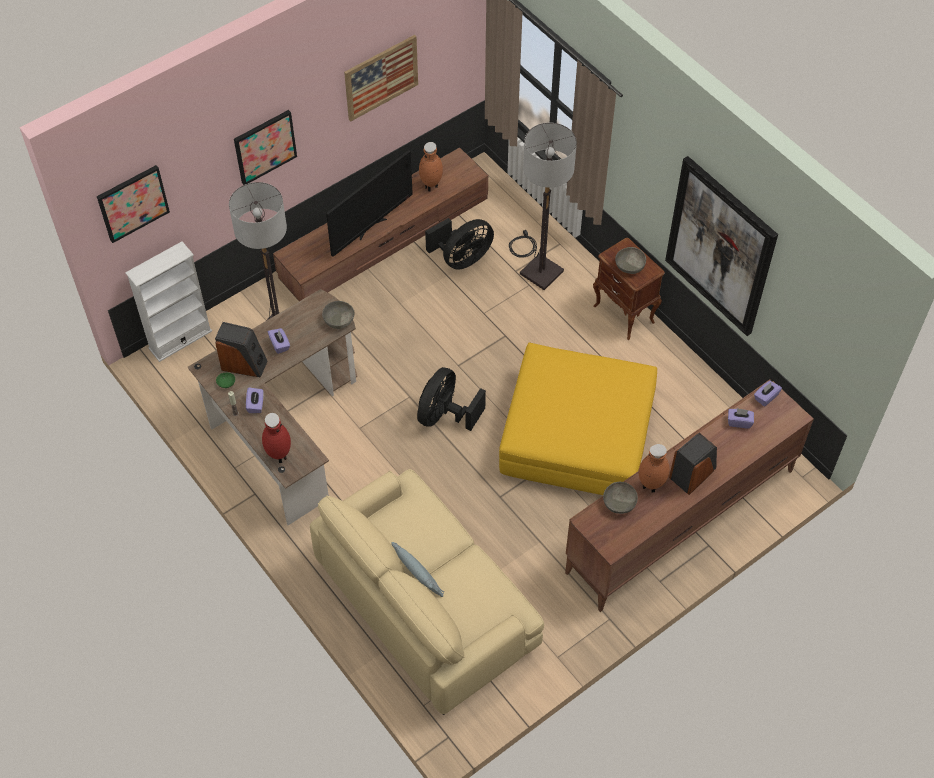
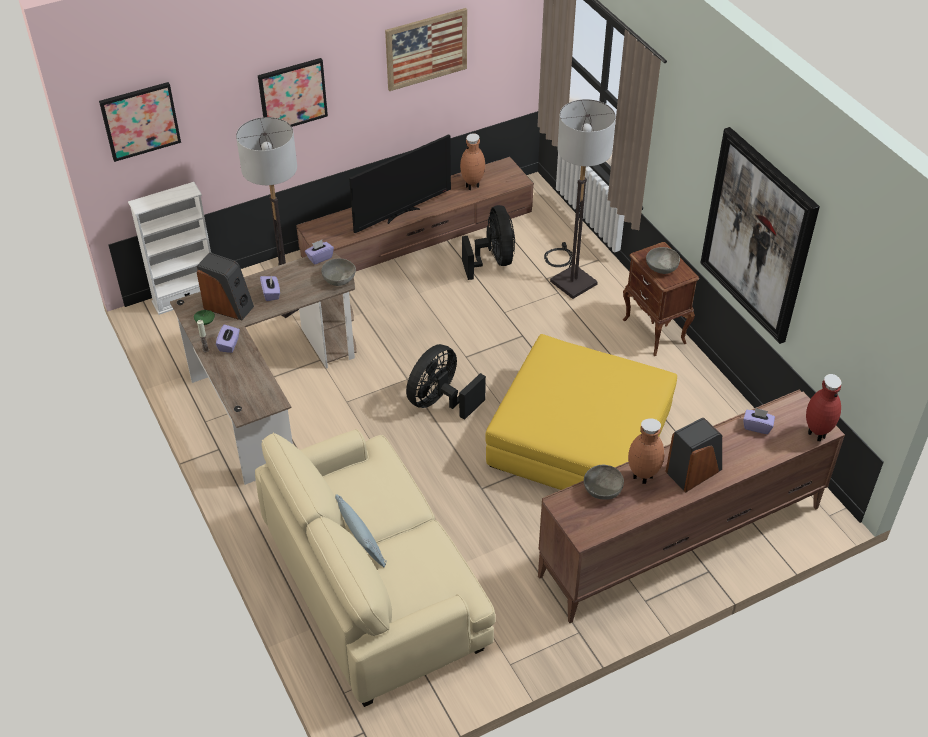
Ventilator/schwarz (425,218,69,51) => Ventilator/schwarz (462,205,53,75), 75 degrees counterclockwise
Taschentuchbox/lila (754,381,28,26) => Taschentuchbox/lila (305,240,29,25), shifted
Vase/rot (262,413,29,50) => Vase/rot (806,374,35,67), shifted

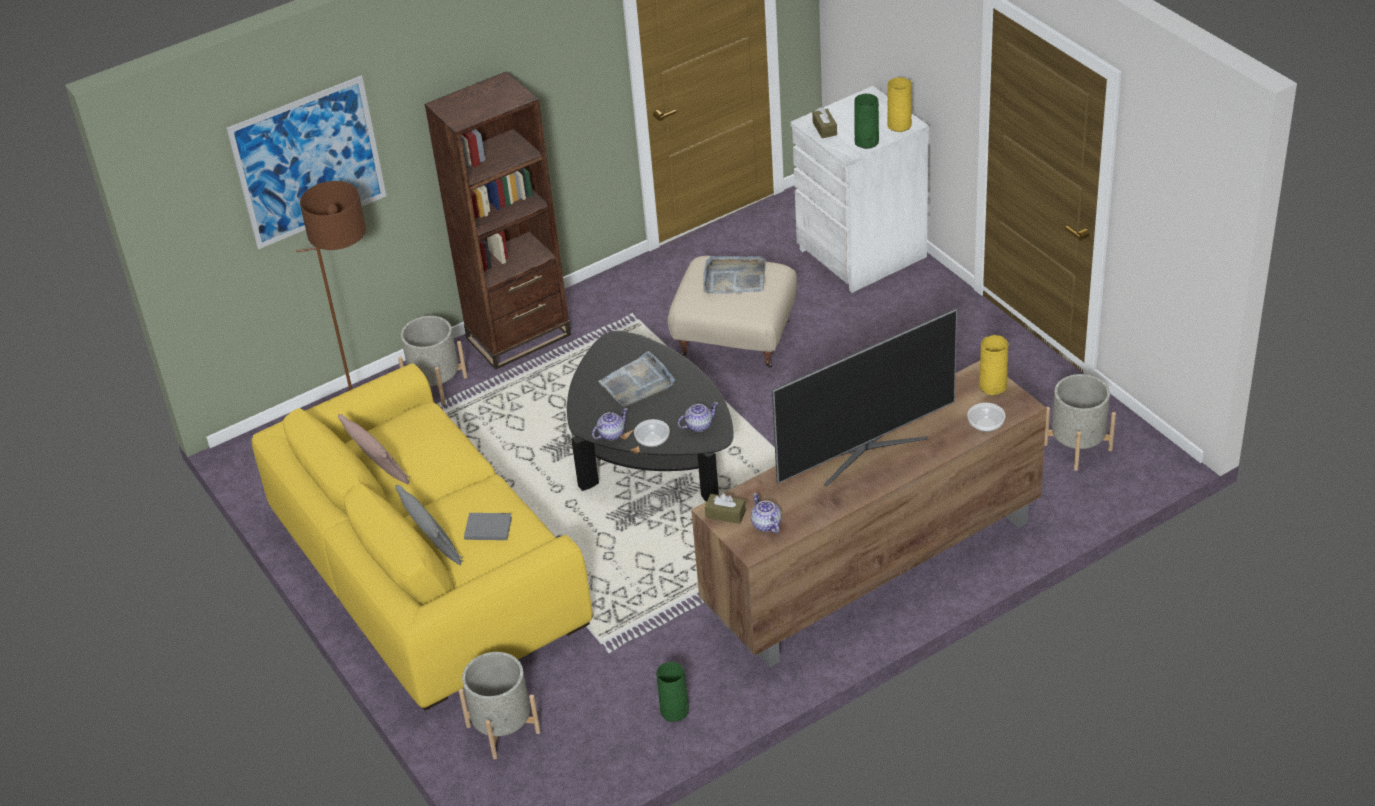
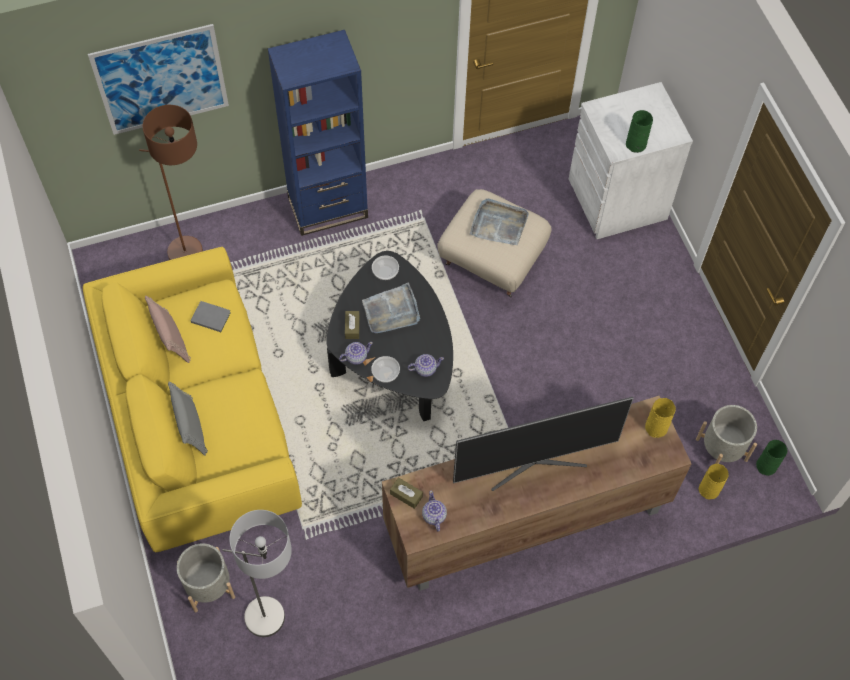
Bücherregal/braun (425,71,146,299) => Bücherregal/blau (268,30,100,206)
Vase/gelb (887,77,25,55) => Vase/gelb (699,464,30,36), shifted
Taschentuchbox/braun (812,107,25,31) => Taschentuchbox/braun (345,311,15,28), shifted
Pflanzkübel/grau (398,316,69,89) => nothing
Schüssel (967,403,39,29) => Schüssel (372,255,27,25), shifted
Buch/grau (464,513,48,27) => Buch/grau (191,301,40,31), shifted
Vase/grün (656,662,33,60) => Vase/grün (756,440,31,36), shifted
nothing => Stehlampe/grau (222,510,70,127)

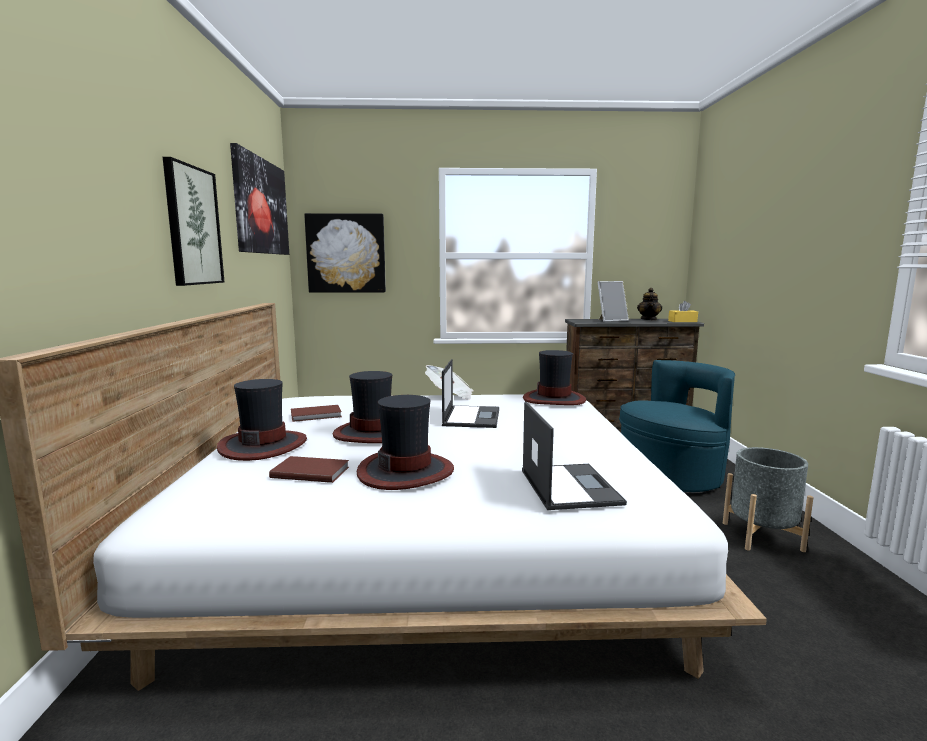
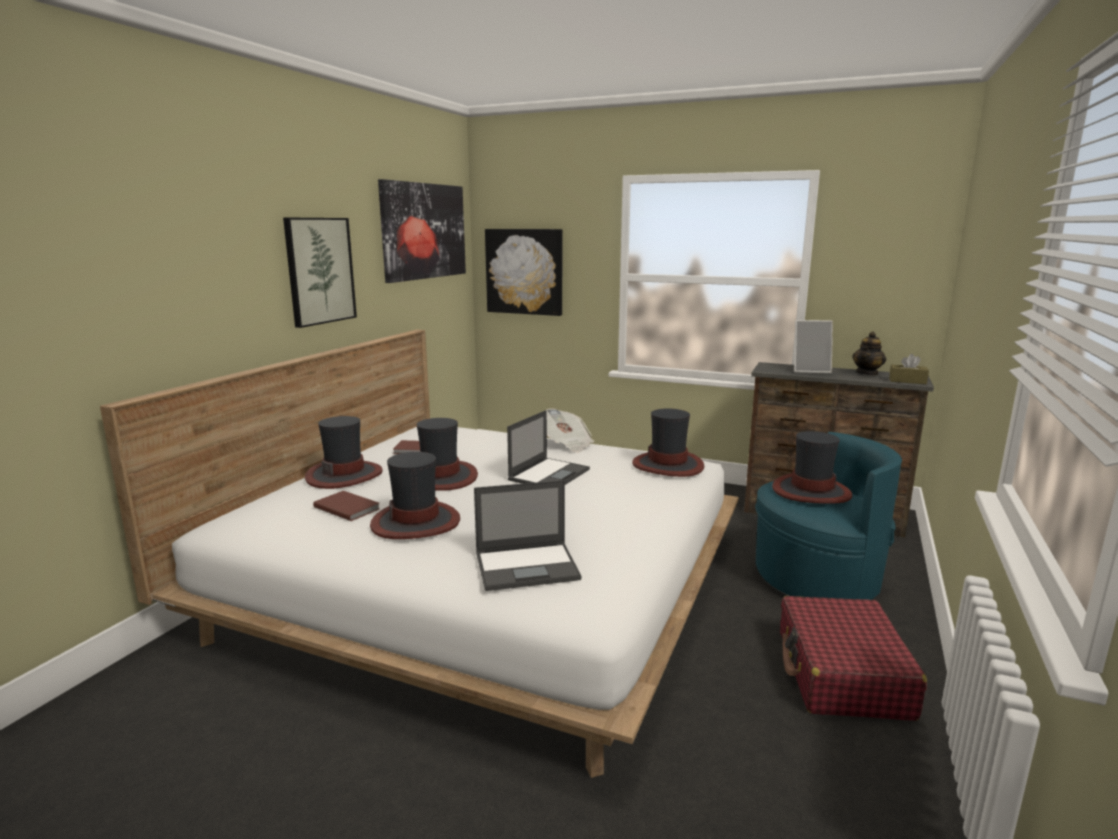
Taschentuchbox/gelb (668,301,30,21) => Taschentuchbox/braun (889,354,40,30)
Laptop (522,401,105,109) => Laptop (474,480,108,111), 60 degrees clockwise
Pflanzkübel/grau (723,447,91,105) => Koffer/rot (780,596,147,125)
nothing => Hut (772,431,80,73)

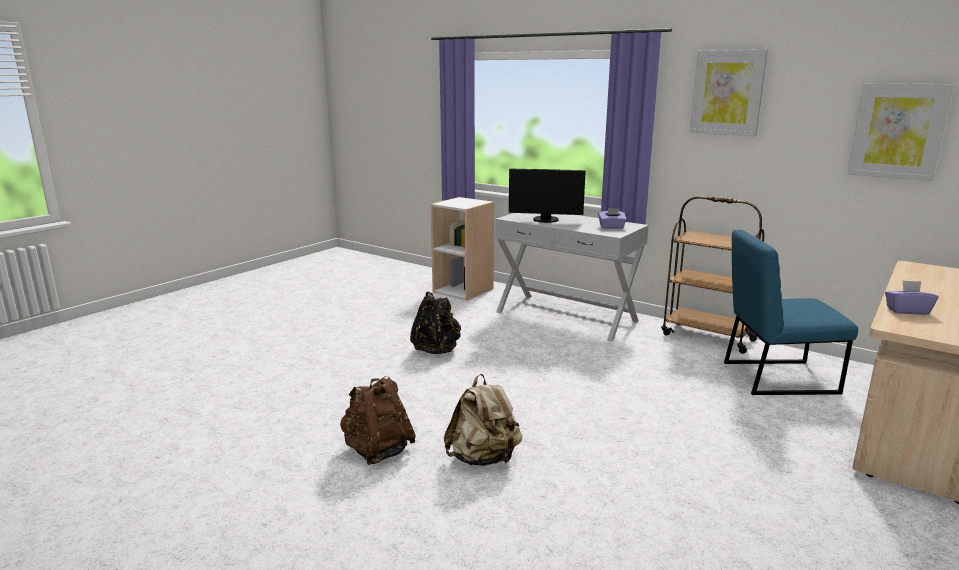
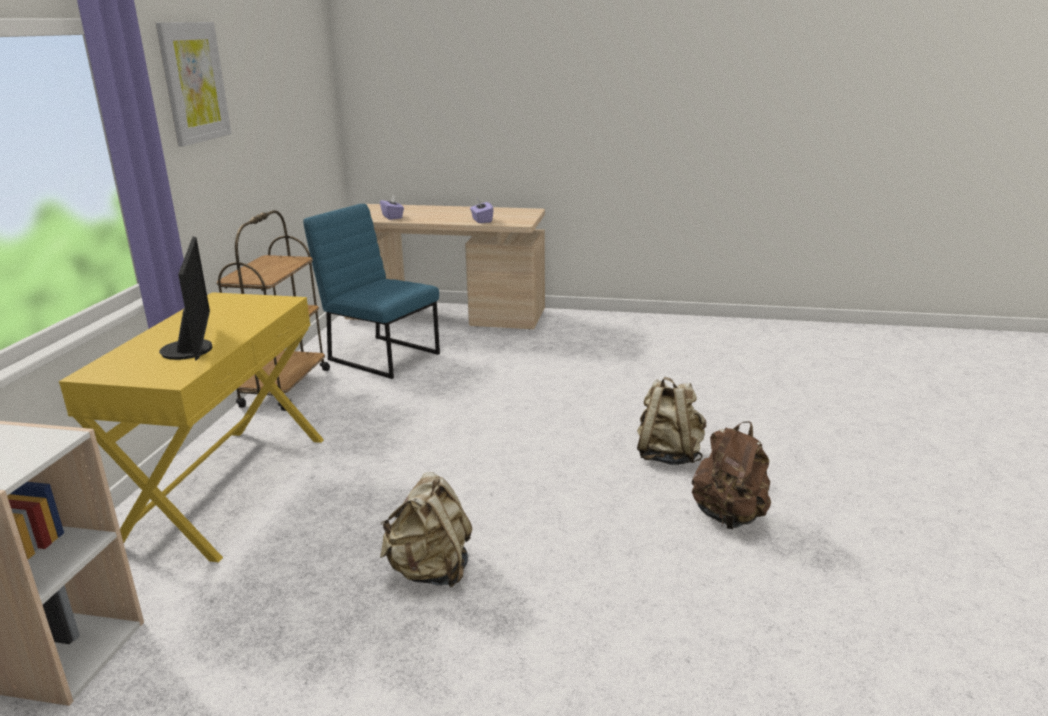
Bild (847,83,107,98) => nothing
Taschentuchbox/lila (598,208,29,21) => Taschentuchbox/lila (380,195,24,25), shifted
Konsolentisch/weiß (495,213,154,128) => Konsolentisch/gelb (59,292,265,270)
Stuhl/blau (724,230,134,165) => Stuhl/blau (303,204,137,175), 150 degrees clockwise
Rucksack/schwarz (410,291,51,63) => Rucksack/beige (380,472,92,116)

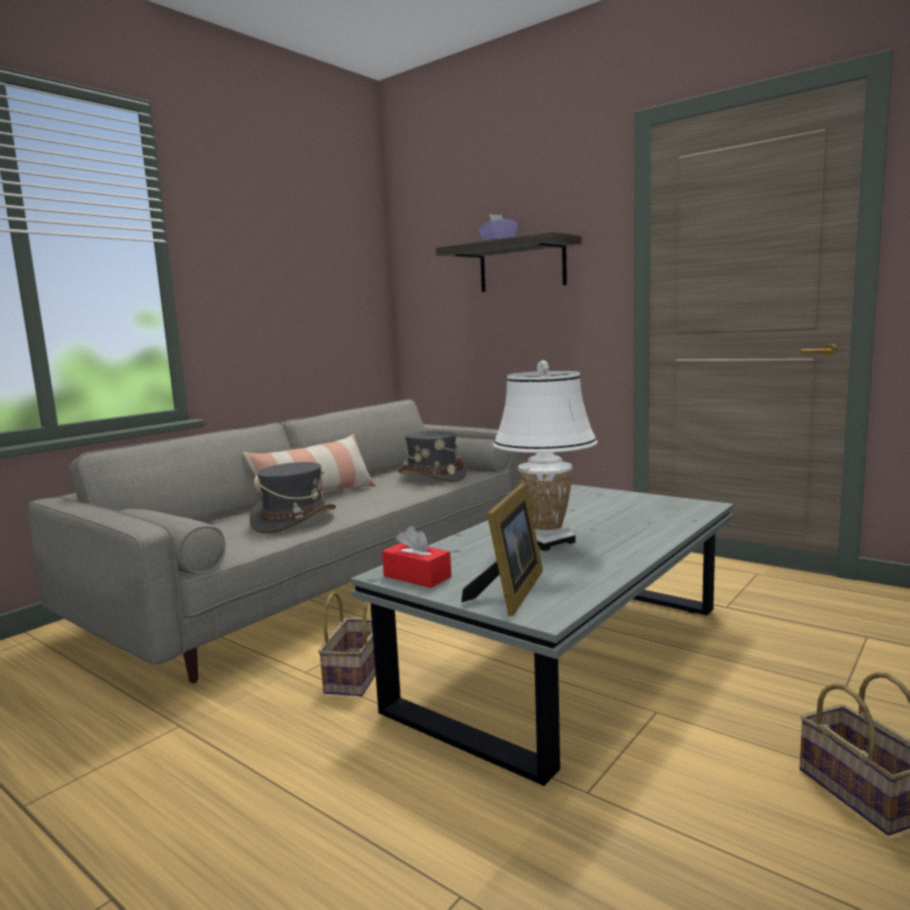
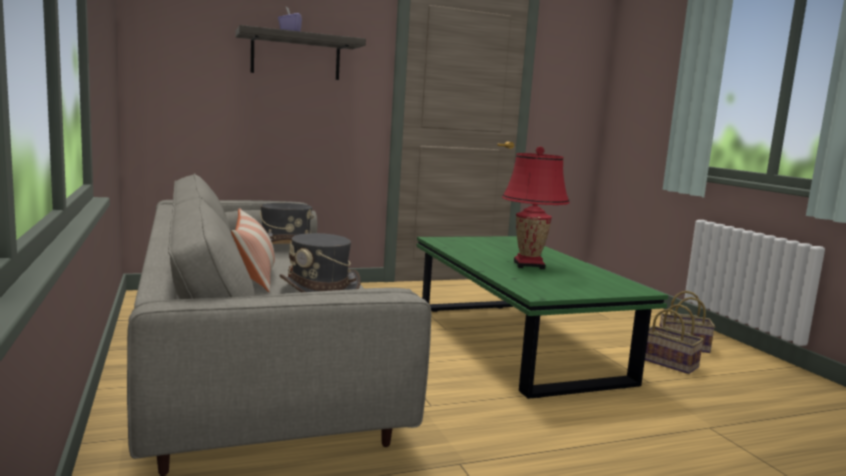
Tischlampe/weiß (493,361,104,190) => Tischlampe/rot (502,146,68,123)
Bilderrahmen (461,483,82,133) => nothing
Couchtisch/grau (351,484,383,302) => Couchtisch/grün (416,236,252,163)
Taschentuchbox/rot (382,526,69,62) => nothing
Korb (318,592,58,104) => Korb (645,304,59,70), shifted

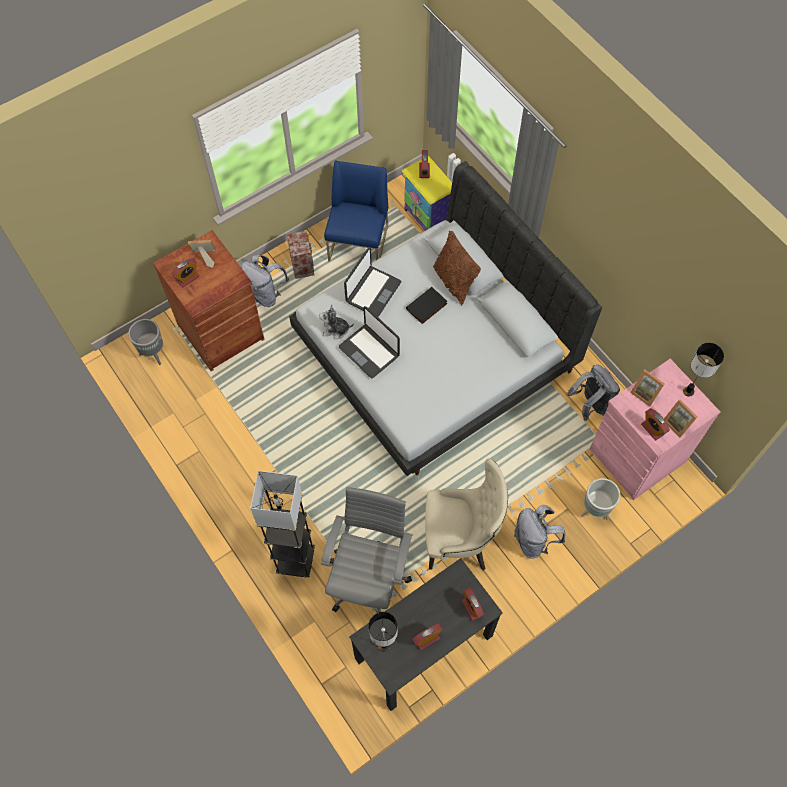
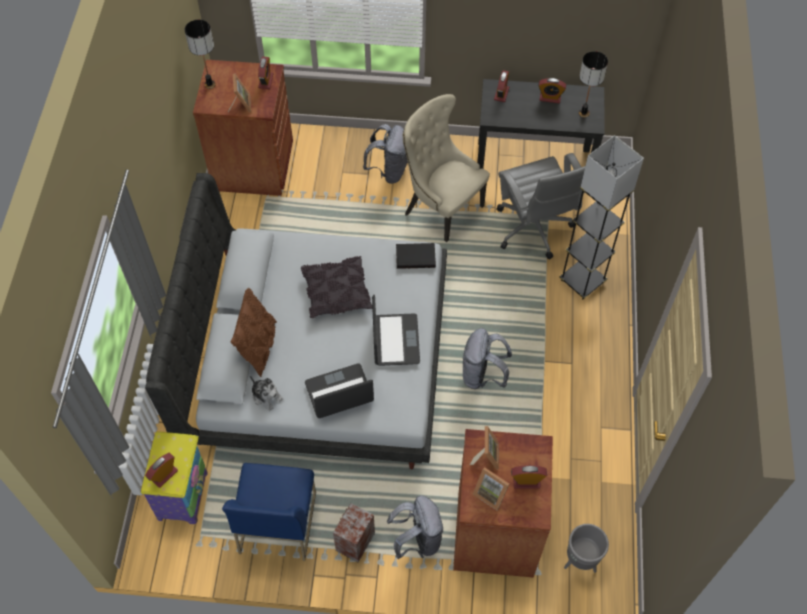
Stuhl/blau (324,161,64,101) => Stuhl/blau (222,463,94,98), 45 degrees counterclockwise
Buch/schwarz (406,287,41,37) => Buch/schwarz (396,243,40,26), shifted
Plüschtier (319,304,35,35) => Plüschtier (250,376,33,35), shifted
Kommode/rosa (590,359,130,141) => Kommode/braun (193,60,100,136)
Rucksack/grau (567,364,53,57) => Rucksack/grau (463,328,49,61), shifted
Bilderrahmen (664,400,34,38) => Bilderrahmen (470,426,29,43), shifted
Pflanzkübel/grau (581,478,40,42) => nothing
Bürostuhl/grau (321,487,92,125) => Bürostuhl/grau (496,153,89,106), 75 degrees counterclockwise
nothing => Kissen/schwarz (301,256,71,62)

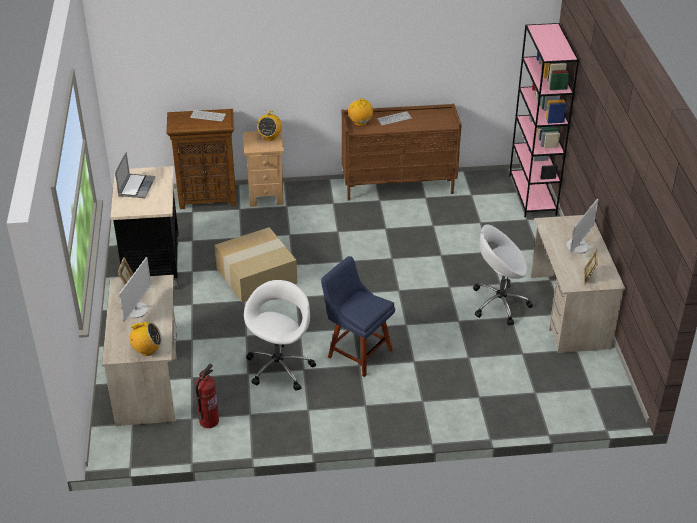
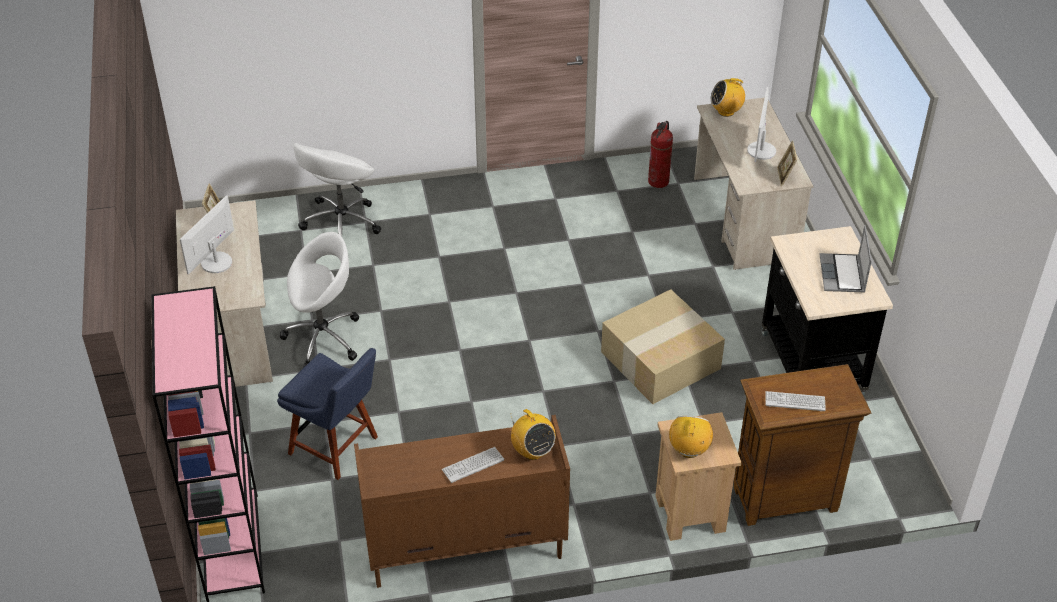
Stuhl/blau (321,256,74,121) => Stuhl/blau (277,348,101,132), shifted
Bürostuhl/weiß (244,280,72,111) => Bürostuhl/weiß (294,143,87,94), shifted

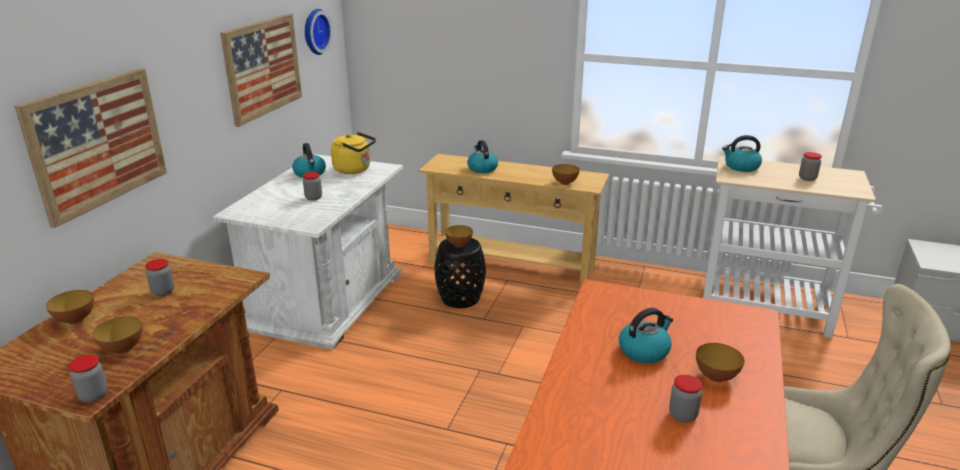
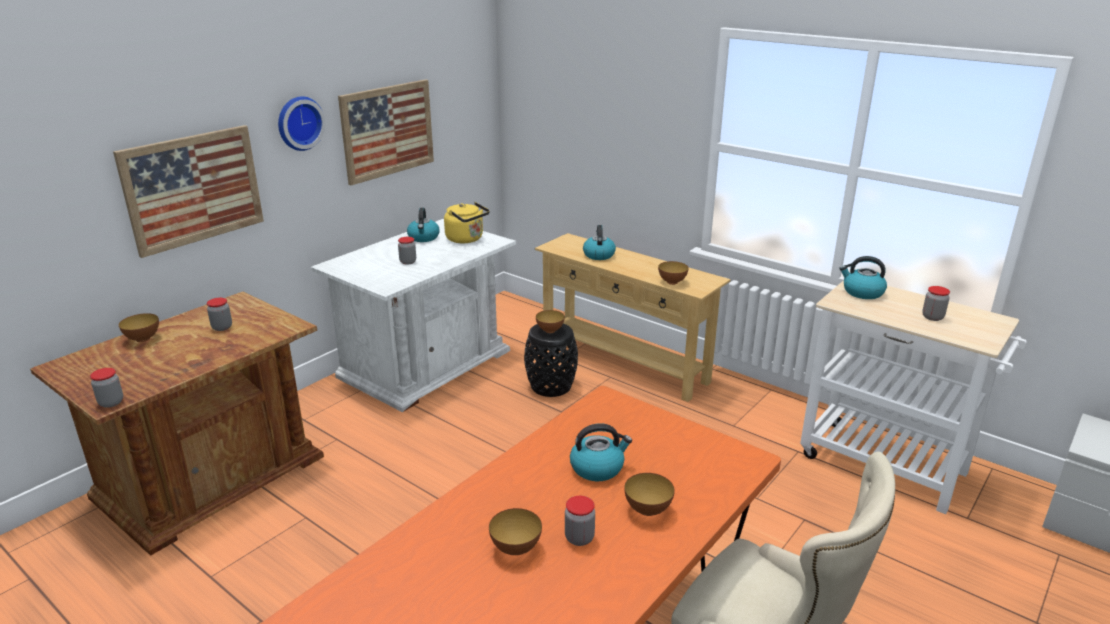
Wanduhr (305,9,27,46) => Wanduhr (278,96,48,55), shifted
Schüssel (92,317,50,37) => Schüssel (489,508,53,47), shifted

